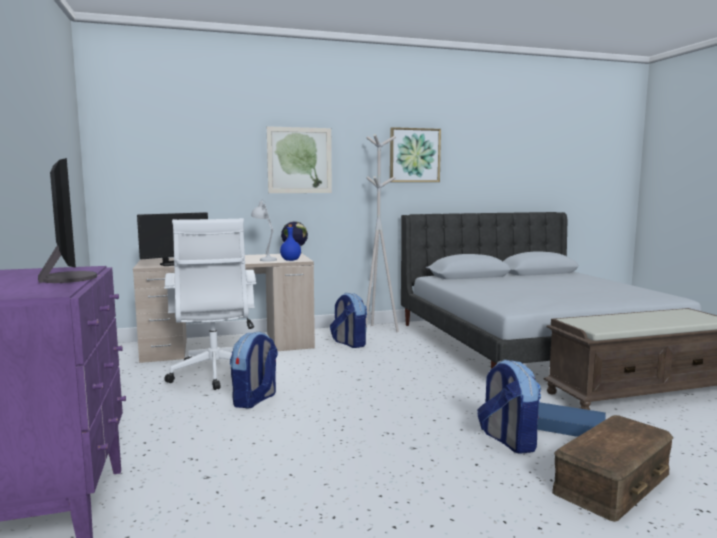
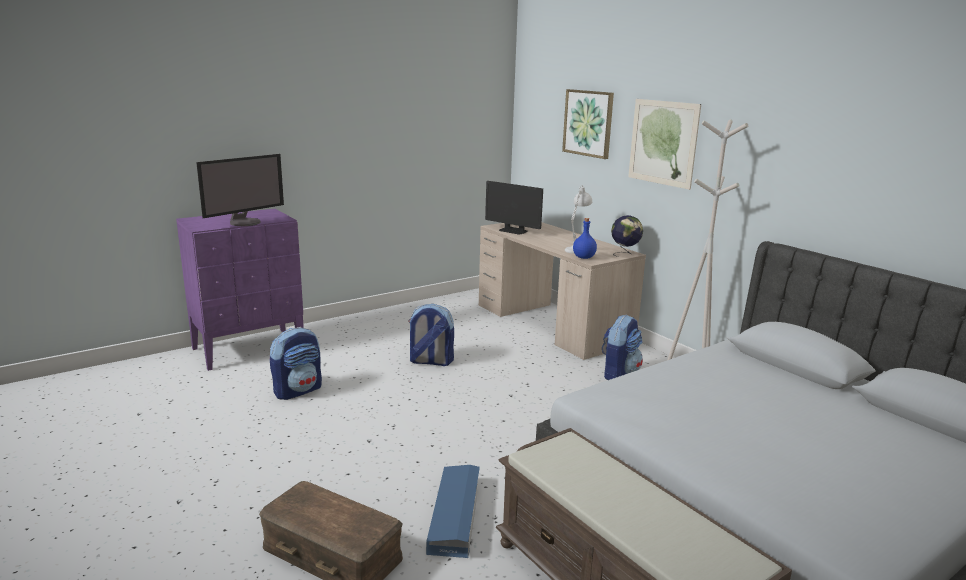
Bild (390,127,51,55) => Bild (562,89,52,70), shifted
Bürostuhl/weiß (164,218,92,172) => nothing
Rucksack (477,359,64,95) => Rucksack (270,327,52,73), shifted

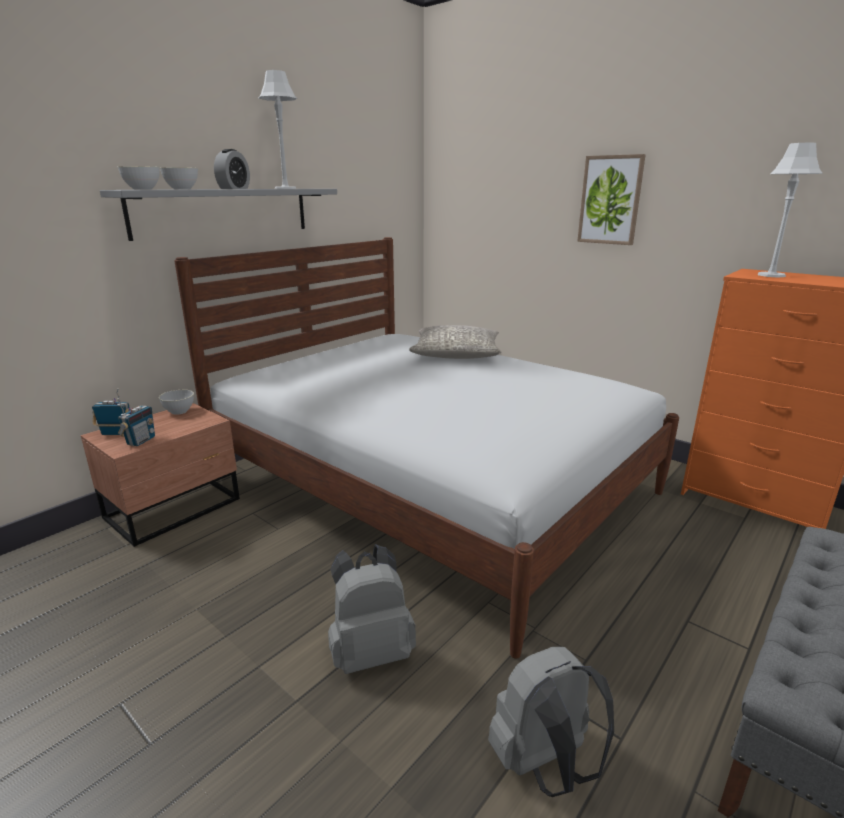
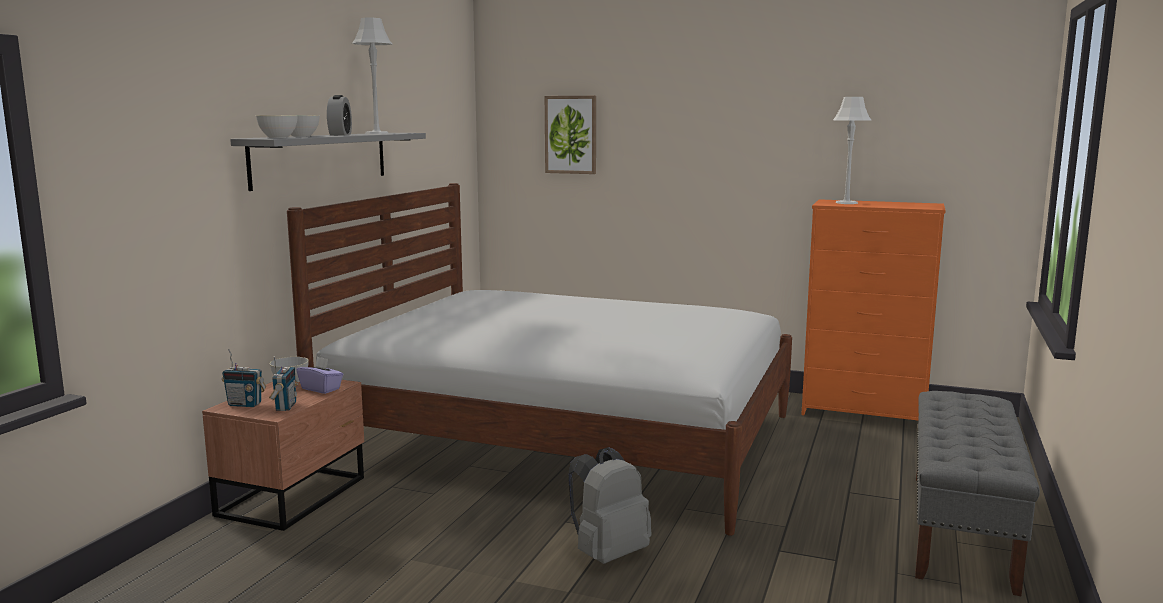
Bild (577,154,69,91) => Bild (545,96,51,78), shifted
Kissen/grau (409,325,92,34) => nothing
Radio (92,388,39,47) => Radio (222,349,44,58), 150 degrees counterclockwise
Rucksack/grau (488,647,126,150) => nothing
nothing => Taschentuchbox/lila (296,356,48,38)

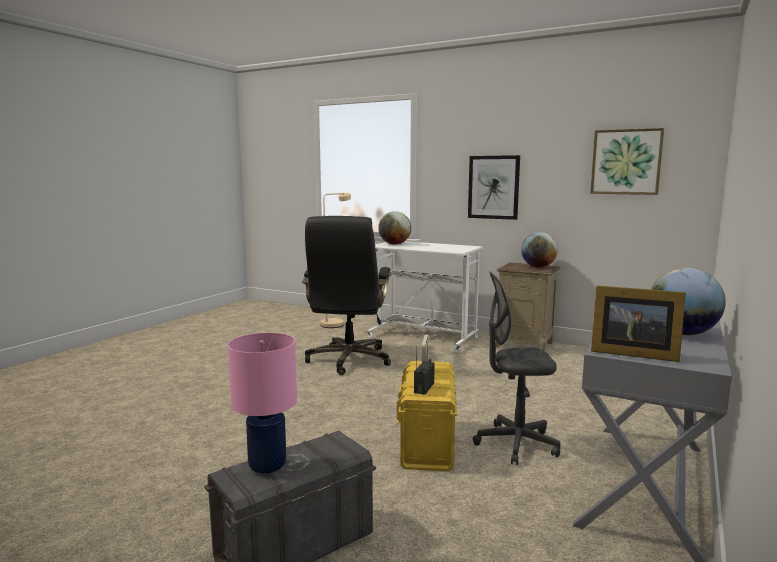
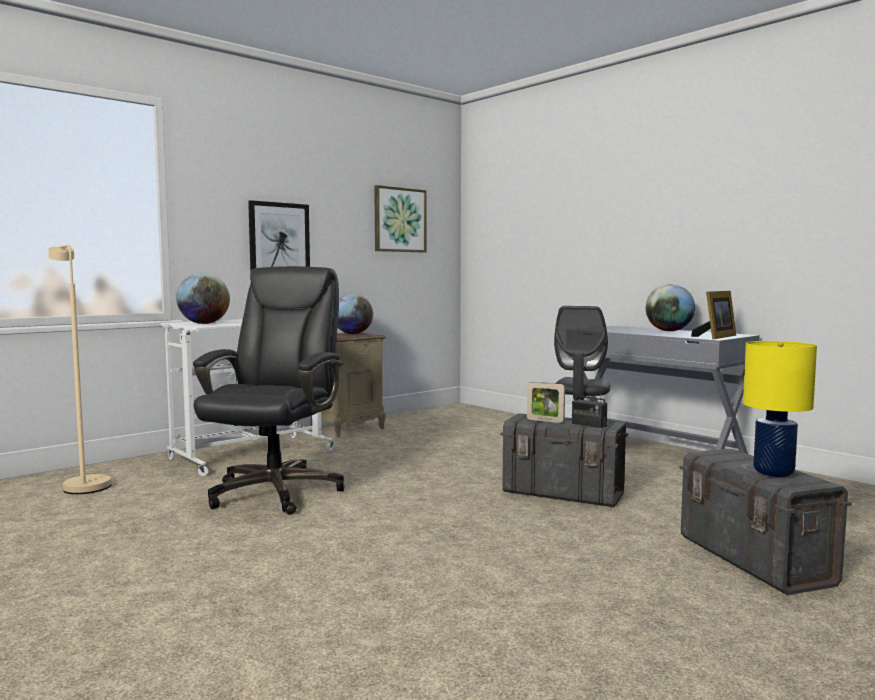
Bürostuhl/schwarz (302,216,89,159) => Bürostuhl/schwarz (193,266,152,249), 105 degrees counterclockwise
Tischlampe/rosa (228,333,69,141) => Tischlampe/gelb (743,341,74,136)
Aufbewahrungsbox/gelb (397,361,60,111) => Aufbewahrungsbox/grau (500,413,128,94)

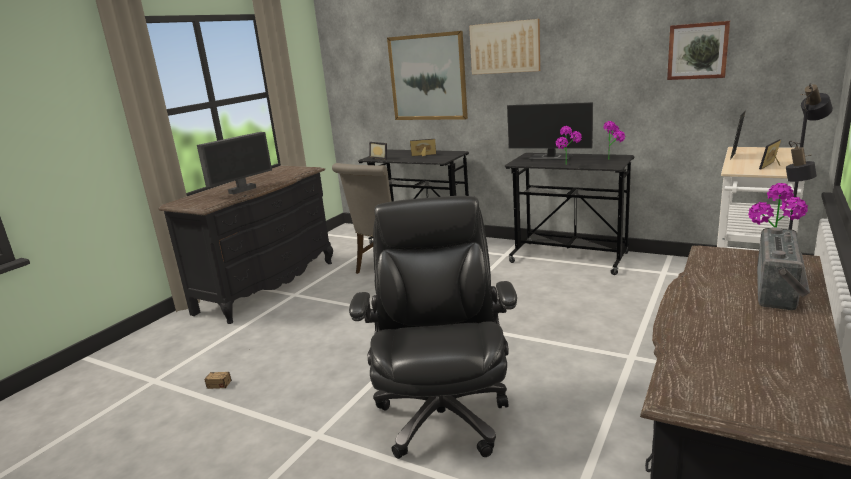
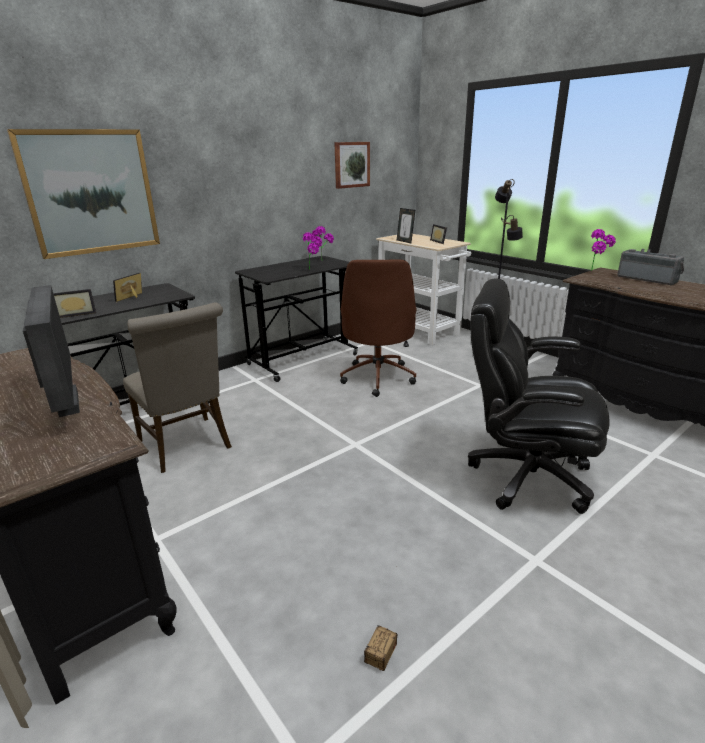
Bild (469,19,71,56) => nothing
Monitor (507,102,86,59) => nothing
nothing => Bürostuhl/braun (340,259,77,138)

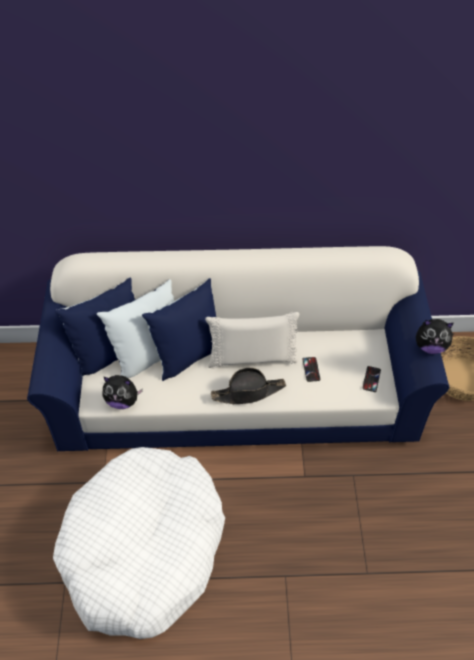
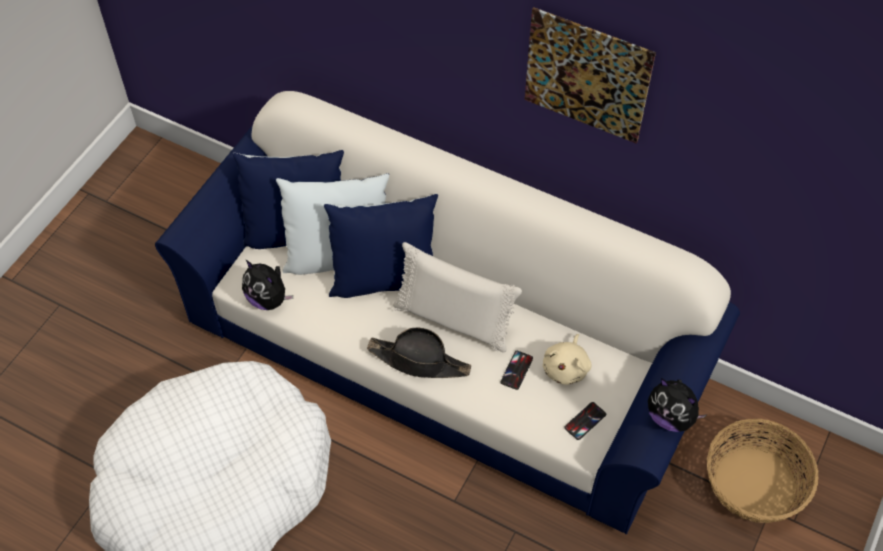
nothing => Bild (525,7,131,137)
nothing => Plüschtier/beige (543,334,49,51)

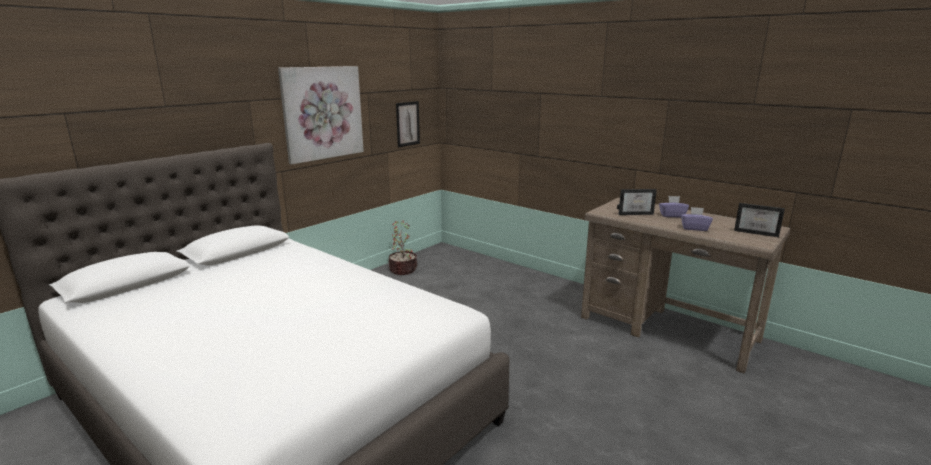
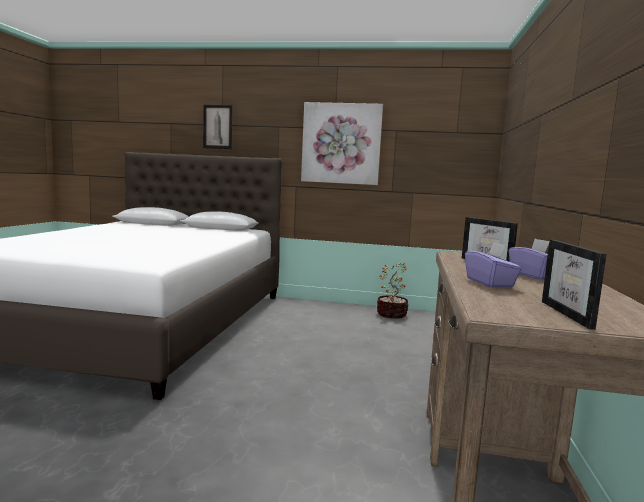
Bild (396,101,24,46) => Bild (203,105,29,44), shifted

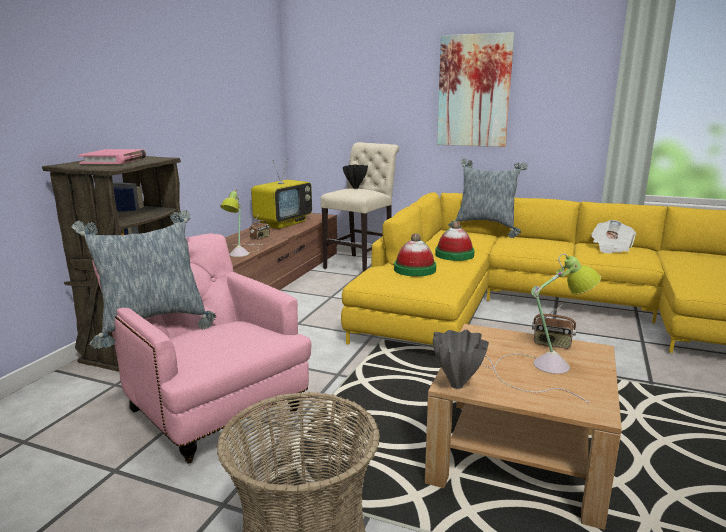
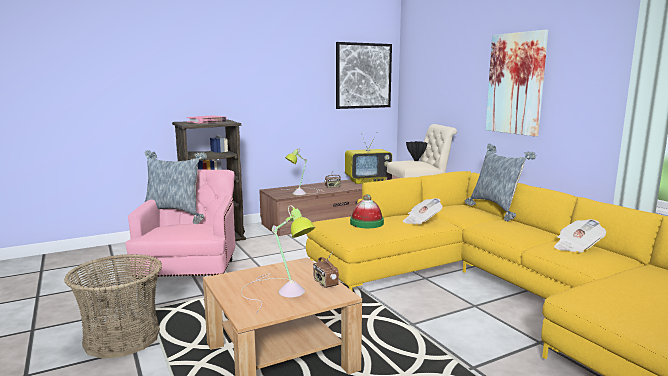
Hut (435,221,40,40) => Zeitung (403,198,40,27)
Vase/grau (433,330,56,59) => nothing
nothing => Bild (336,42,56,67)

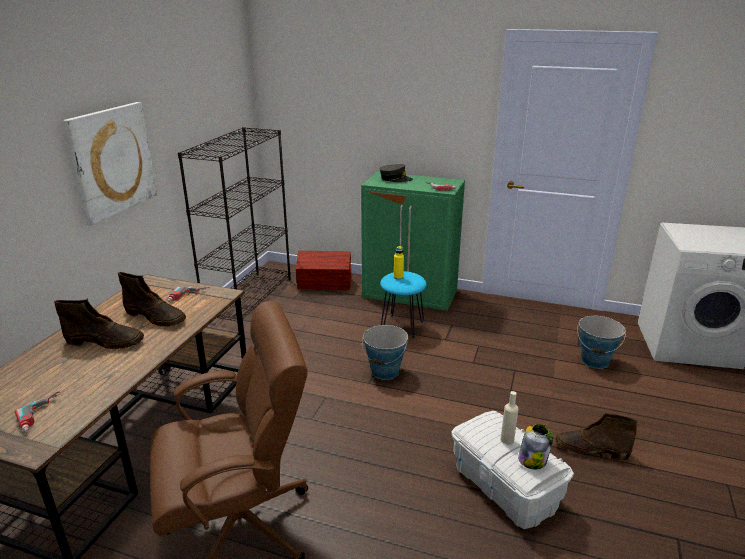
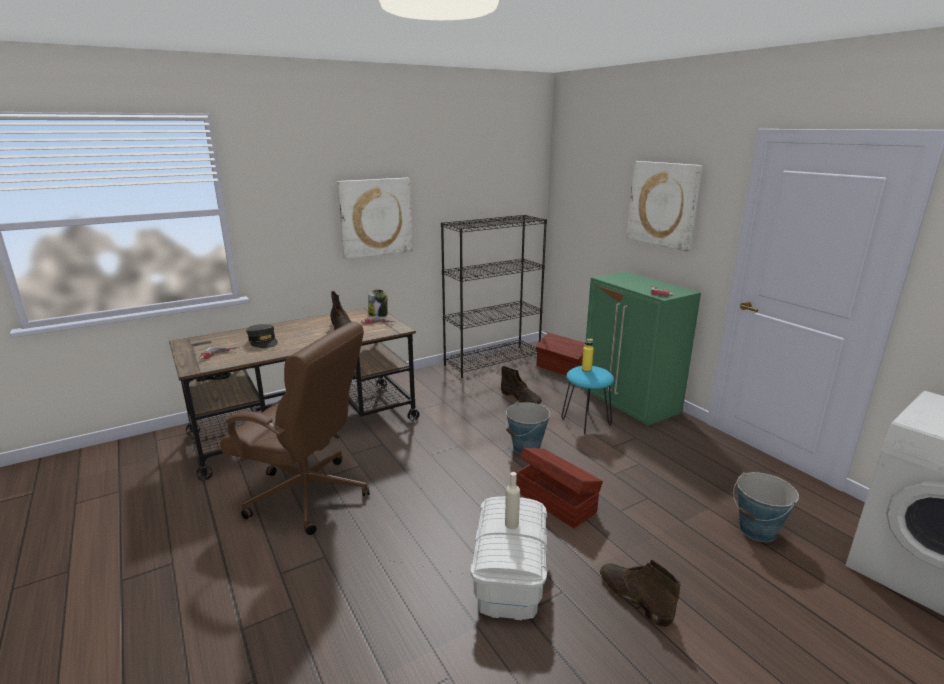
Kappe/grau (379,164,34,18) => Kappe/grau (246,324,32,24), shifted
Stiefel/braun (54,299,90,50) => Stiefel/braun (501,366,41,38), shifted
Vorratsglas (518,424,36,46) => Vorratsglas (368,290,20,27), shifted
nothing => Bild (627,161,76,91)
nothing => Aufbewahrungsbox/braun (516,448,87,80)

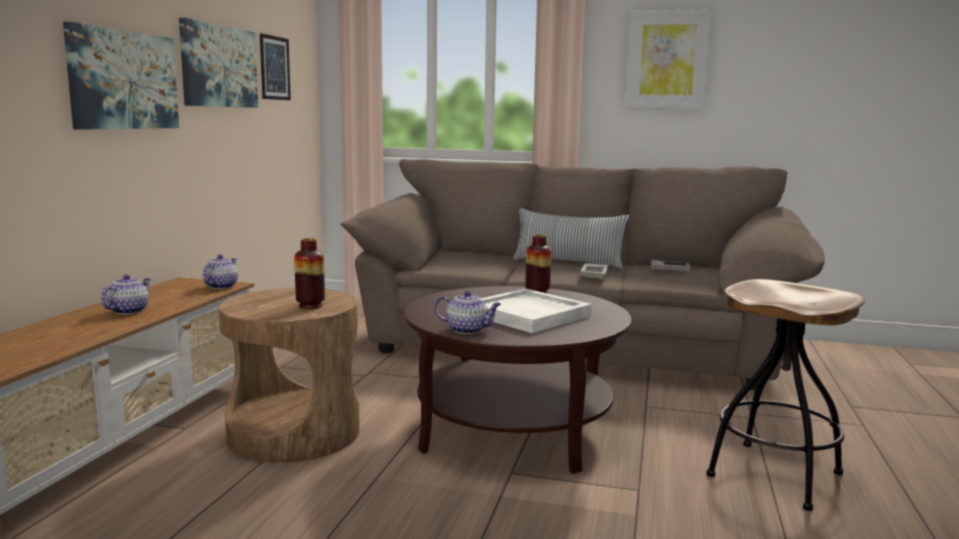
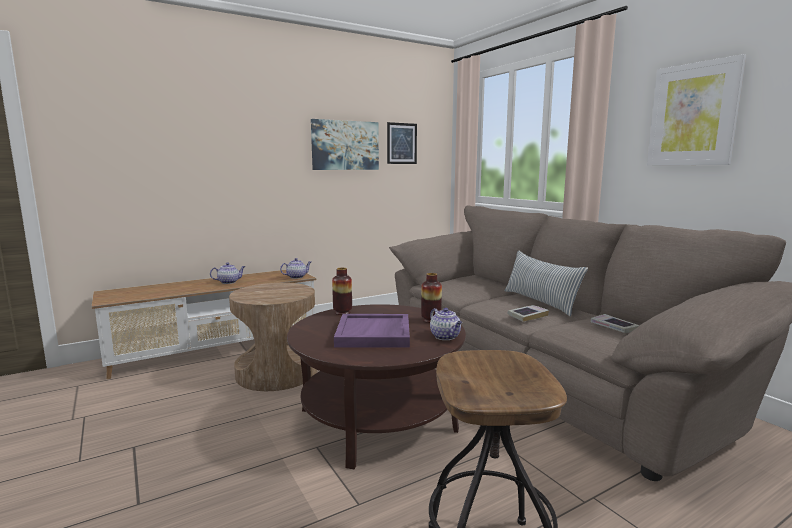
Bild (63,22,116,108) => nothing
Vase (294,238,31,71) => Vase (332,268,20,47), shifted
Tablett/weiß (481,288,111,45) => Tablett/lila (334,314,76,34)
Teekanne (434,290,67,44) => Teekanne (430,308,32,32), shifted

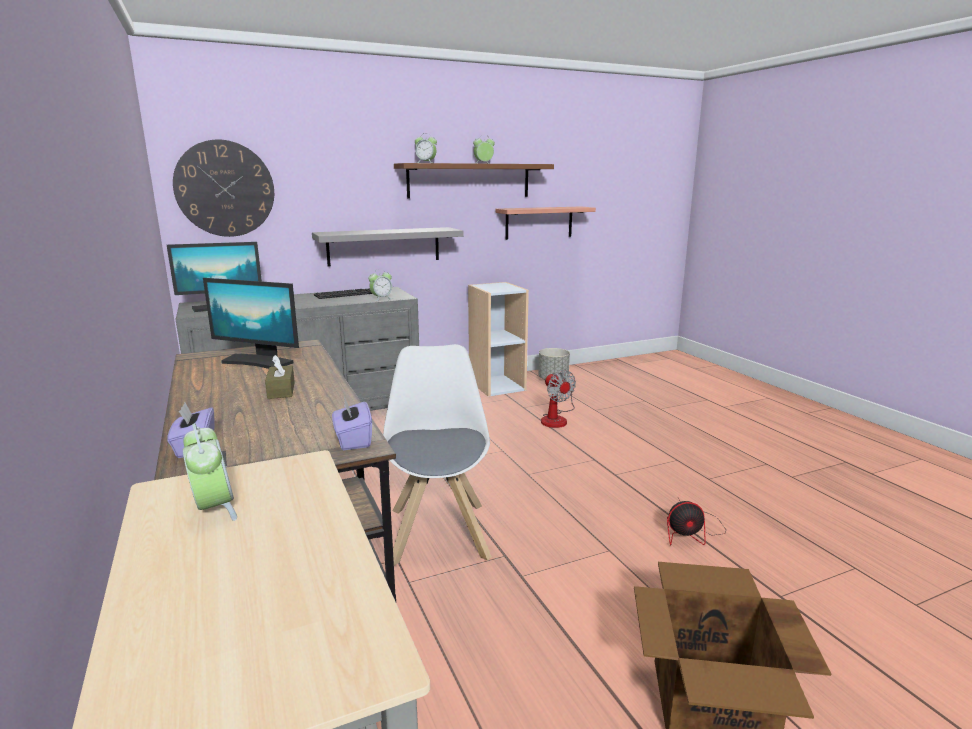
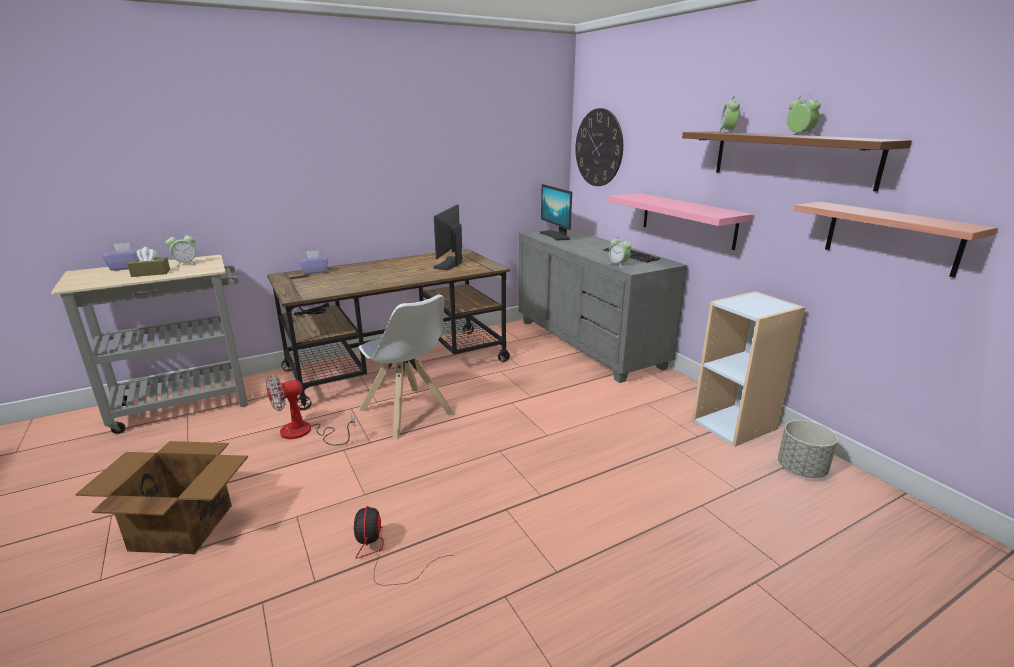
Wandregal/grau (312,227,152,39) => Wandregal/rosa (608,193,146,57)
Stuhl (383,344,109,222) => Stuhl (359,294,95,145), 60 degrees clockwise
Taschentuchbox/braun (265,355,30,44) => Taschentuchbox/braun (128,247,42,30), shifted
Ventilator (541,370,35,58) => Ventilator (266,375,89,70), shifted
Taschentuchbox/lila (332,397,40,53) => Taschentuchbox/lila (102,243,37,28), shifted

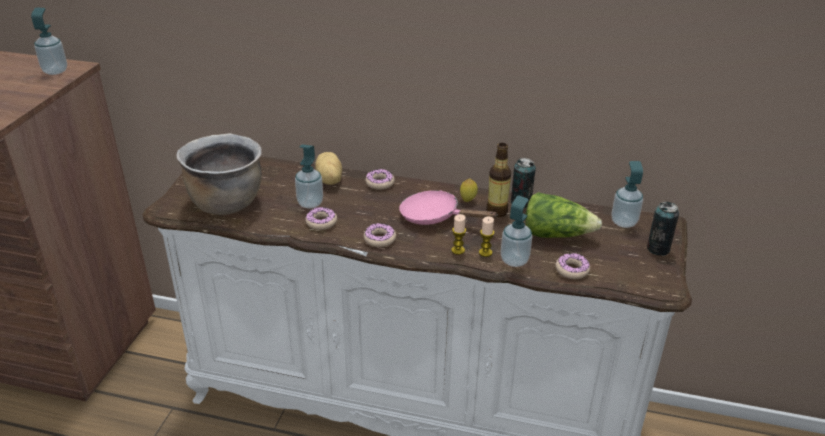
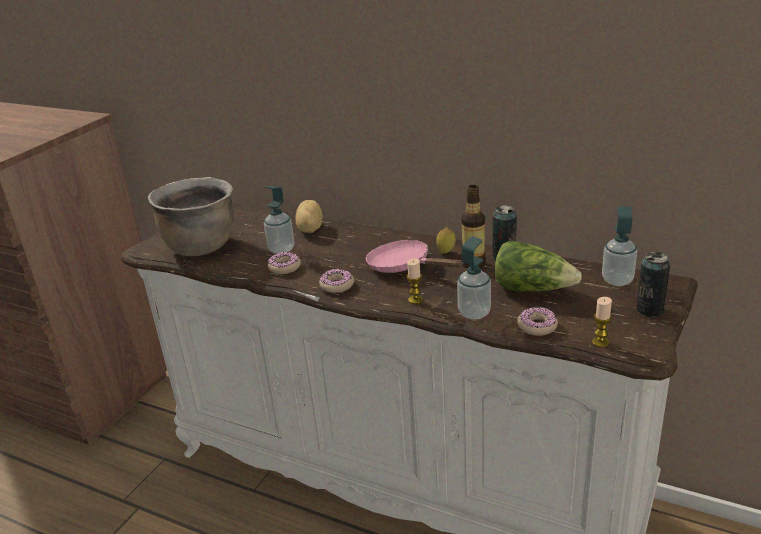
Seifenspender (31,8,36,67) => nothing
Donut (366,169,29,21) => nothing
Kerze (479,216,15,41) => Kerze (592,297,20,51), shifted

